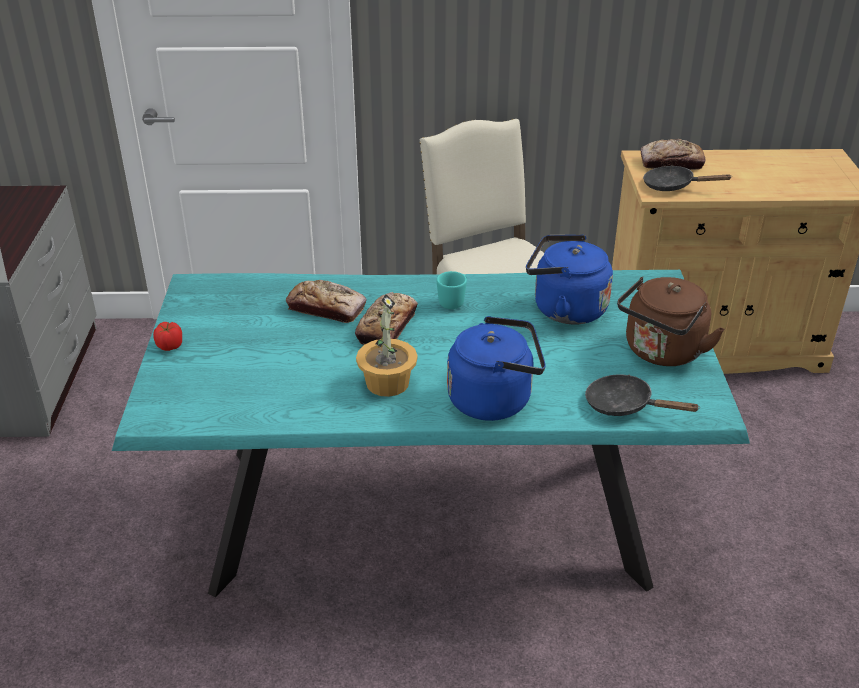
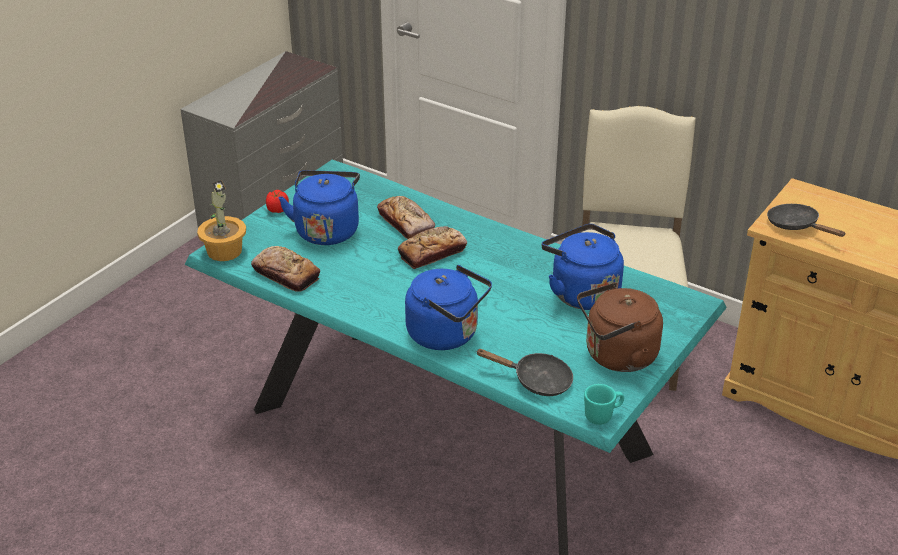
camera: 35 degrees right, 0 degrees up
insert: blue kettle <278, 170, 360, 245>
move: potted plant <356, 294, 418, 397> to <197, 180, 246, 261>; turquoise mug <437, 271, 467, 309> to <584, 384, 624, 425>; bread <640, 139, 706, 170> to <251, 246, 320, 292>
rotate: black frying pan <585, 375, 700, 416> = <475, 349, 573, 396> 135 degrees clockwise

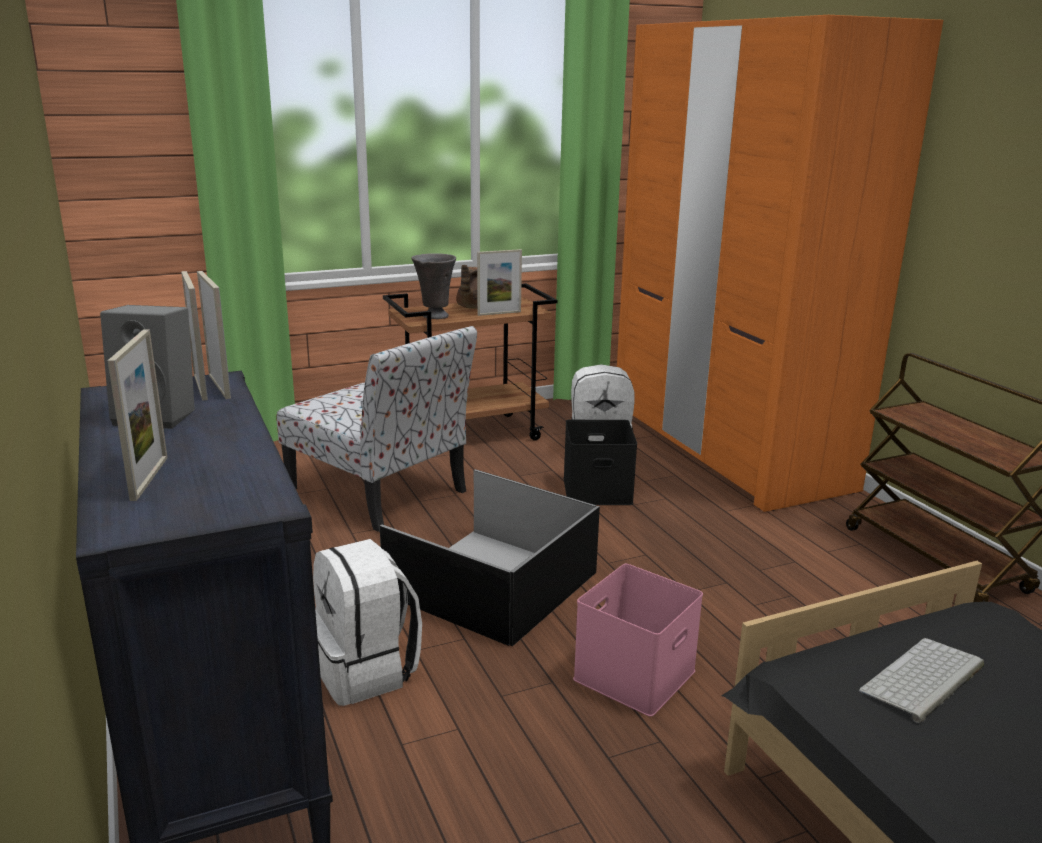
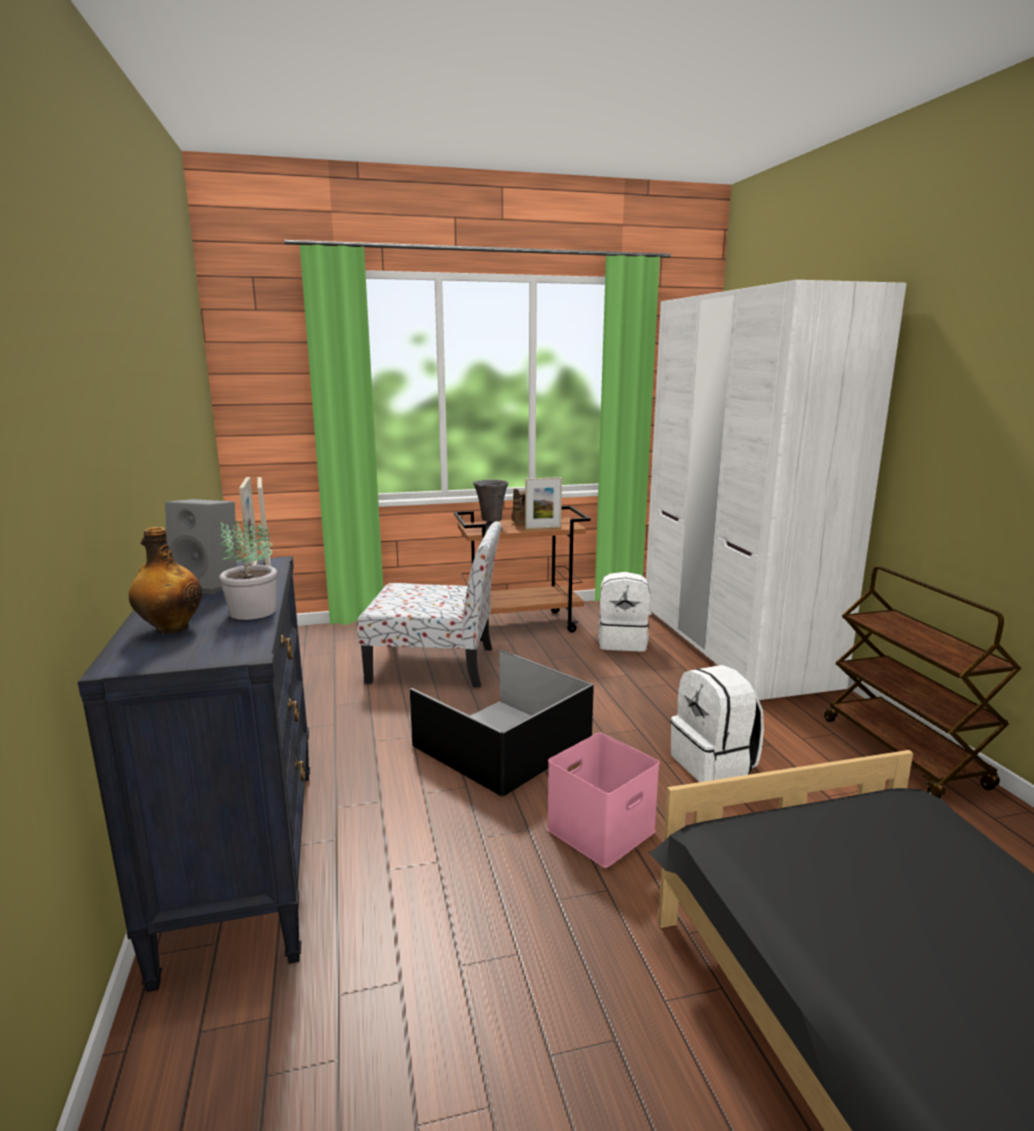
camera: 10 degrees right, 5 degrees down
delete: black storage box <563, 420, 637, 505>; keyboard <859, 638, 984, 723>
insert: potted plant <219, 519, 277, 620>
move: white backpack <313, 539, 422, 706> to <671, 665, 764, 782>
replace: picture frame <107, 330, 167, 501> to bottle <129, 527, 202, 634>
recolor: orange wardrobe <617, 15, 943, 512> to white wardrobe <646, 280, 907, 701>
rotate: chair <276, 326, 477, 532> = <357, 521, 501, 688> 45 degrees counterclockwise

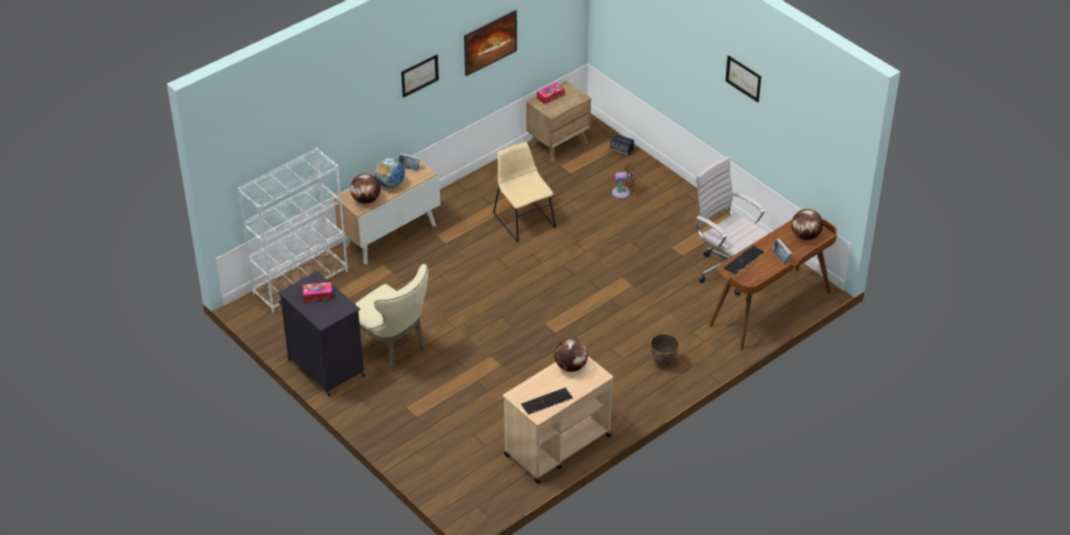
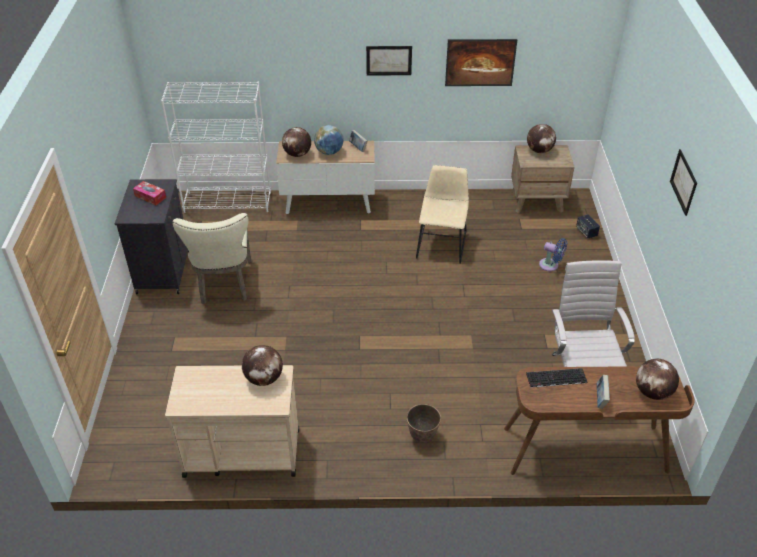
camera: 40 degrees right, 0 degrees up
delete: keyboard <521, 387, 573, 415>
replace: tissue box <537, 82, 565, 104> to globe <527, 124, 556, 153>
recolor: brown fan <612, 163, 635, 199> to blue fan <539, 238, 567, 271>

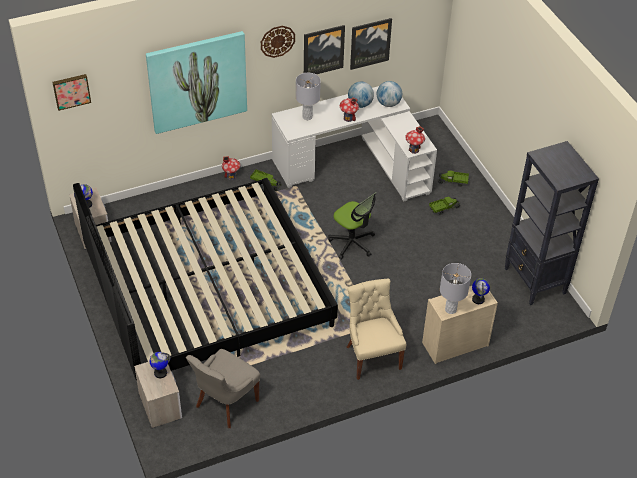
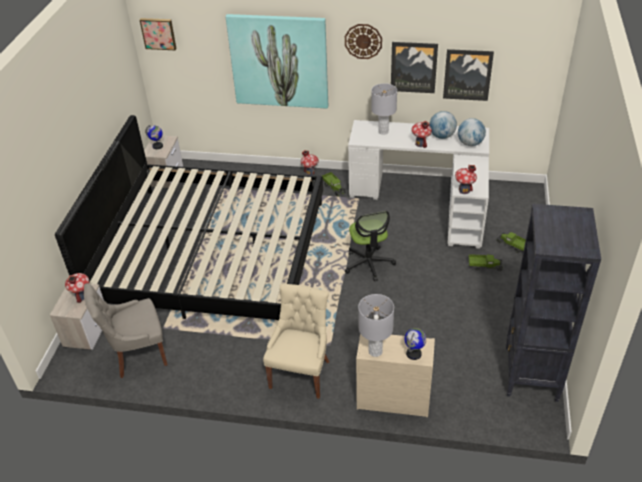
camera: 35 degrees right, 5 degrees down
replace: globe <150, 352, 170, 378> to toy house <65, 273, 89, 303>

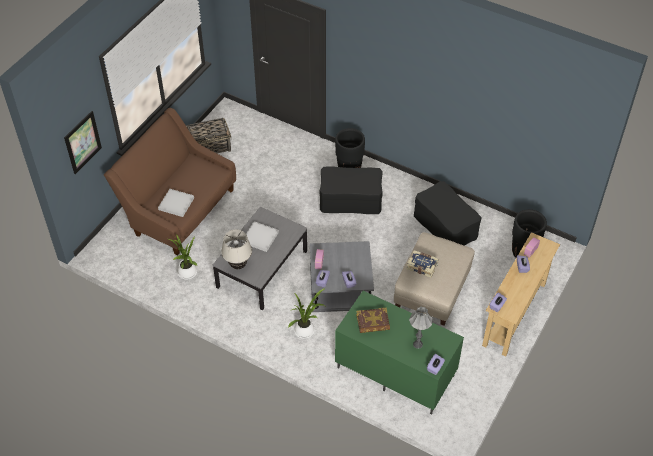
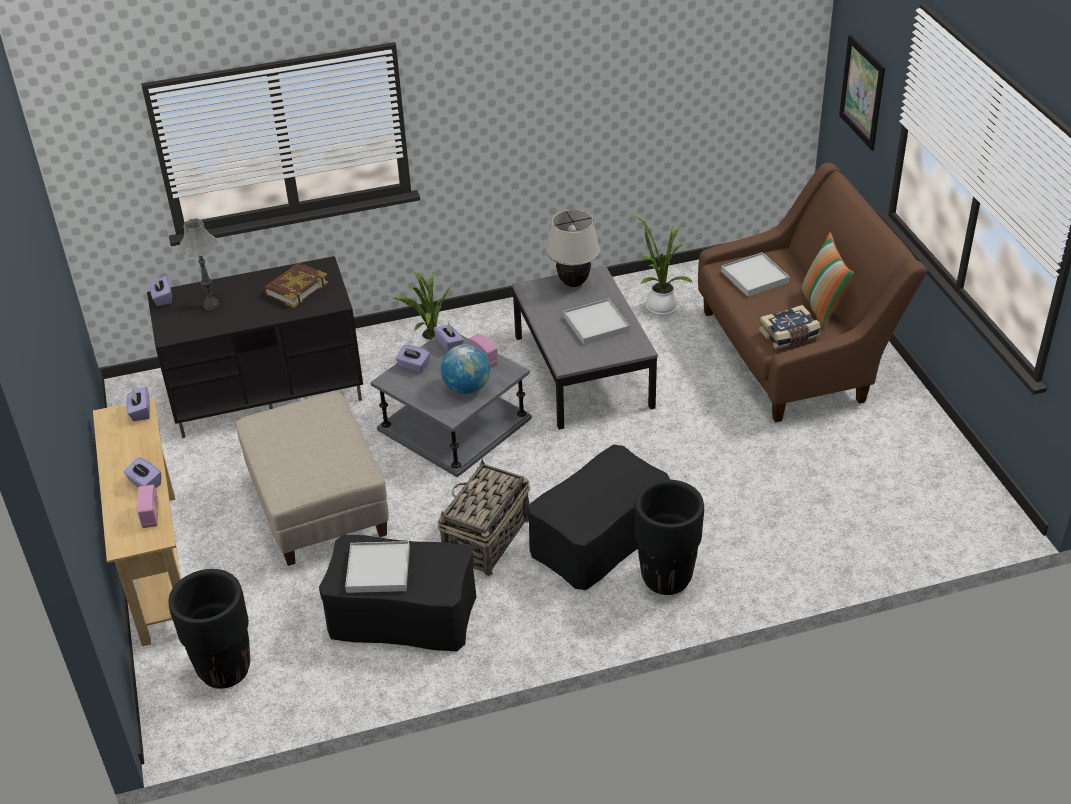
camera: 135 degrees right, 10 degrees down
insert: white tray <345, 541, 410, 593>; globe <441, 344, 490, 394>; pillow <801, 233, 854, 330>
move: basket <186, 118, 231, 153> to <438, 459, 530, 576>; book <406, 251, 439, 278> to <759, 305, 820, 349>
recolor: green tv stand <335, 291, 464, 415> to black tv stand <147, 256, 363, 438>

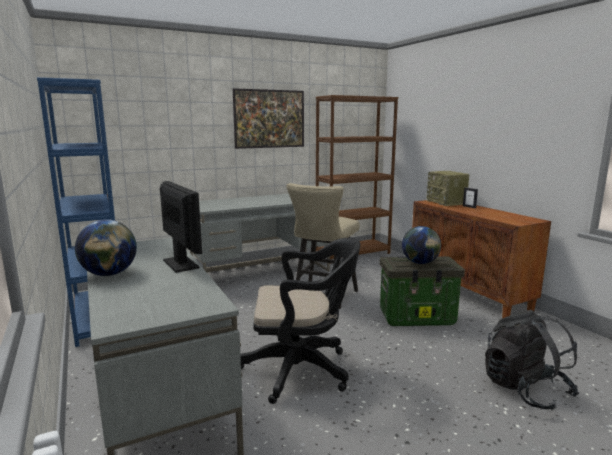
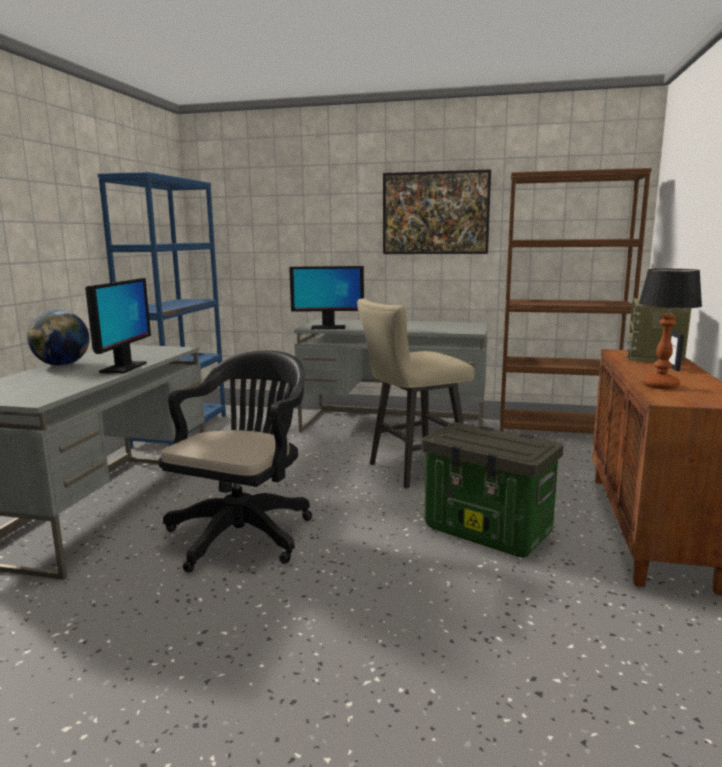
camera: 40 degrees right, 0 degrees up
delete: globe <402, 226, 441, 264>; black backpack <485, 310, 579, 410>
insert: monitor <289, 266, 364, 329>; table lamp <638, 269, 702, 389>
rotate: black office chair <240, 238, 360, 404> = <158, 350, 312, 573> 105 degrees counterclockwise

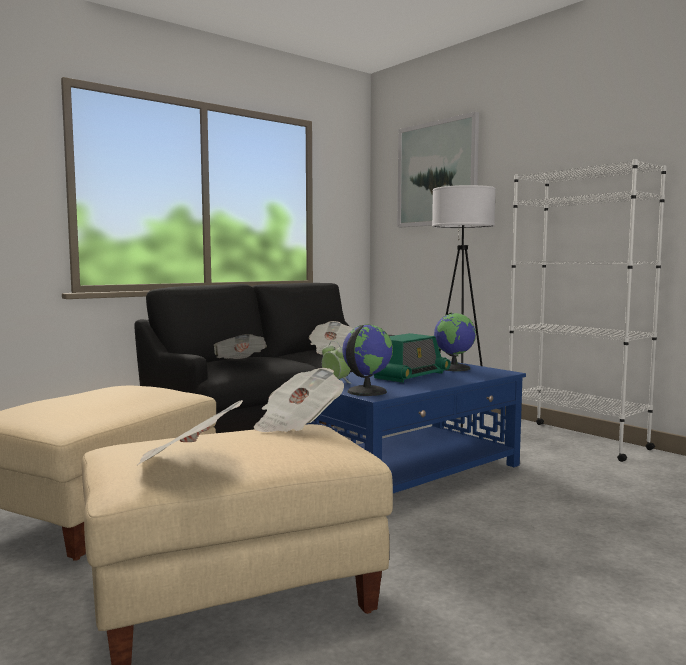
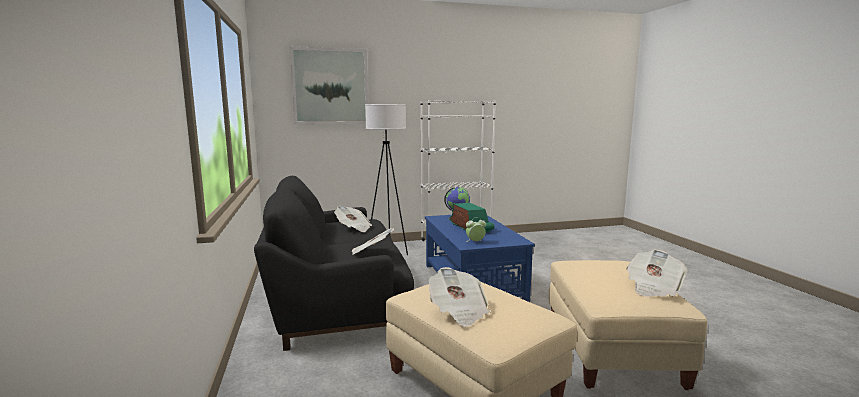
camera: 65 degrees left, 5 degrees up
delete: globe <342, 324, 393, 396>
move: newspaper <254, 368, 344, 432> to <428, 267, 490, 327>

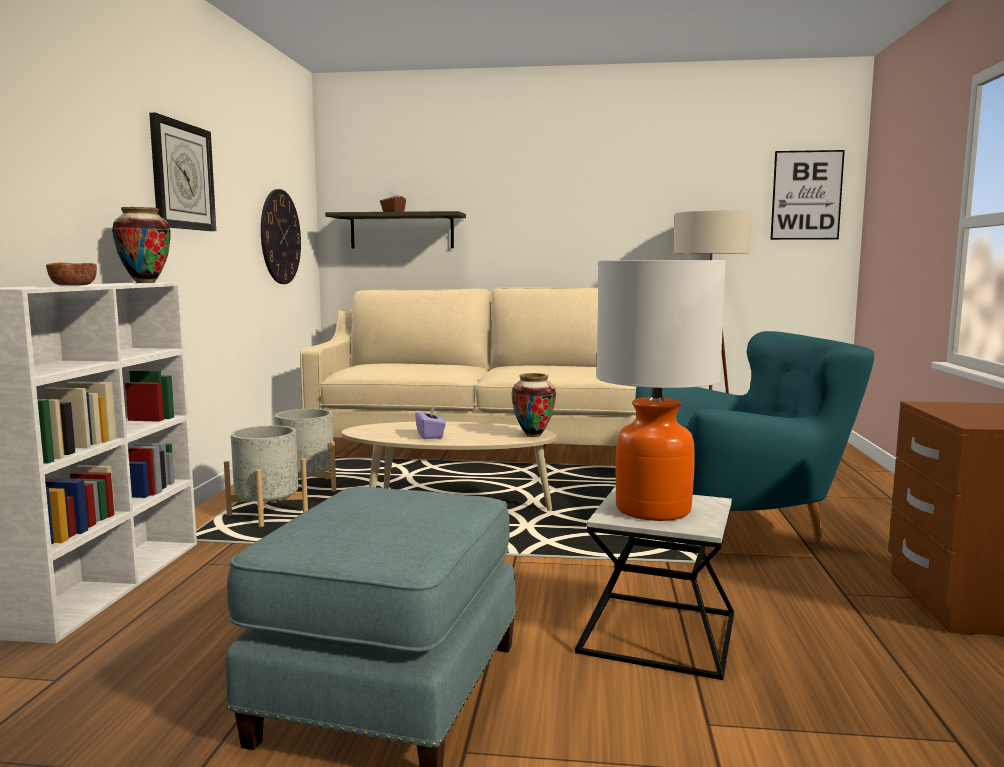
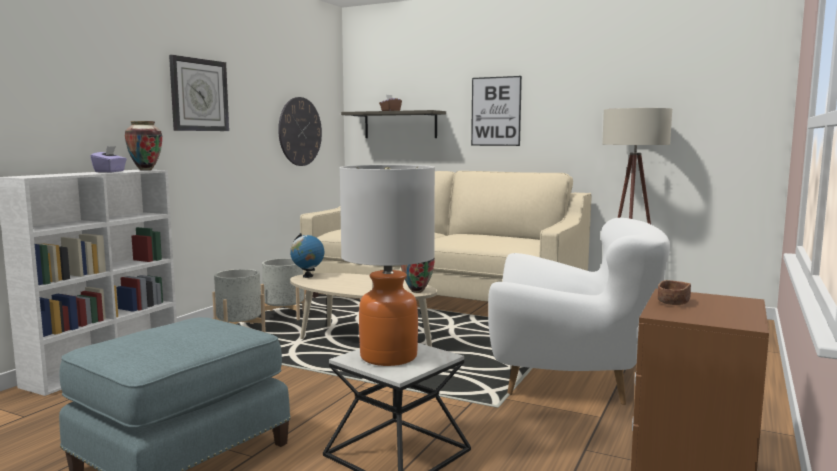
camera: 20 degrees right, 0 degrees up
insert: globe <290, 233, 324, 278>
move: brown bowl <46, 263, 97, 286> to <658, 280, 691, 305>; purple tissue box <415, 405, 446, 439> to <90, 146, 127, 172>; picture <770, 150, 845, 240> to <471, 76, 522, 146>
recolor: turquoise armchair <636, 331, 874, 546> to white armchair <488, 218, 670, 405>

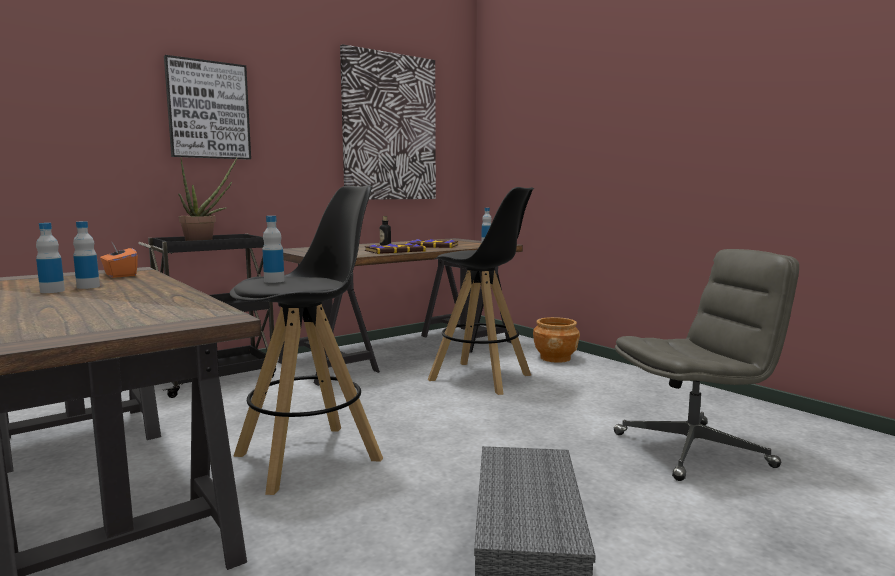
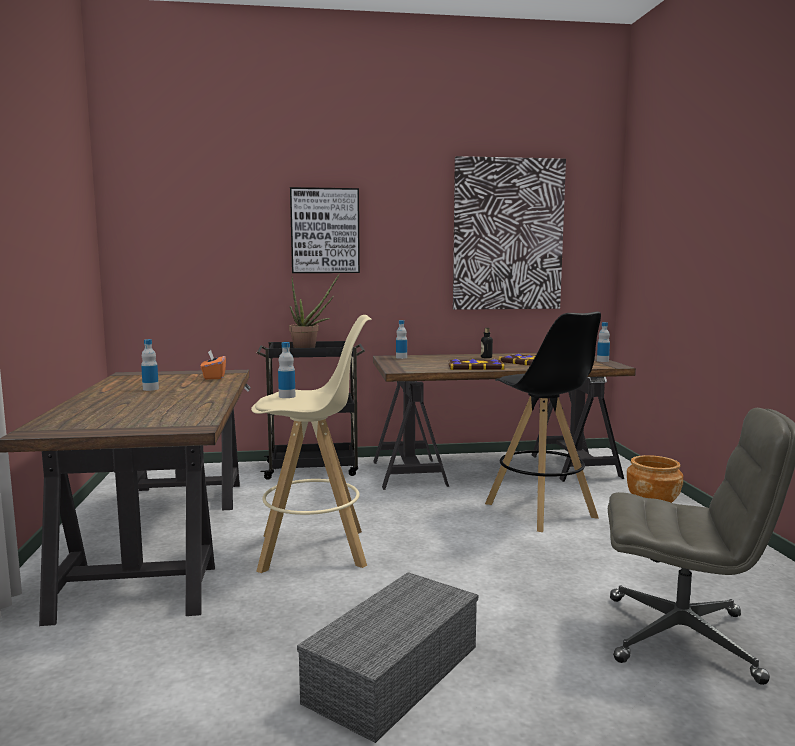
camera: 30 degrees right, 0 degrees up
move: bottle <73, 221, 100, 289> to <396, 320, 407, 359>
recolor: black stool <230, 185, 383, 495> to beige stool <251, 315, 372, 573>

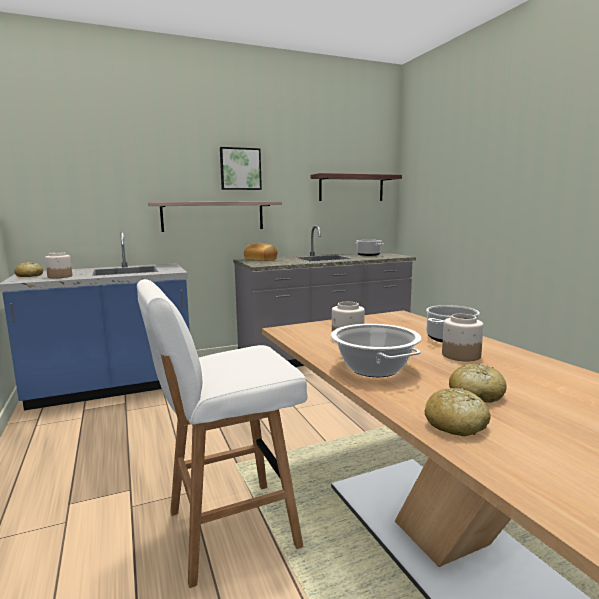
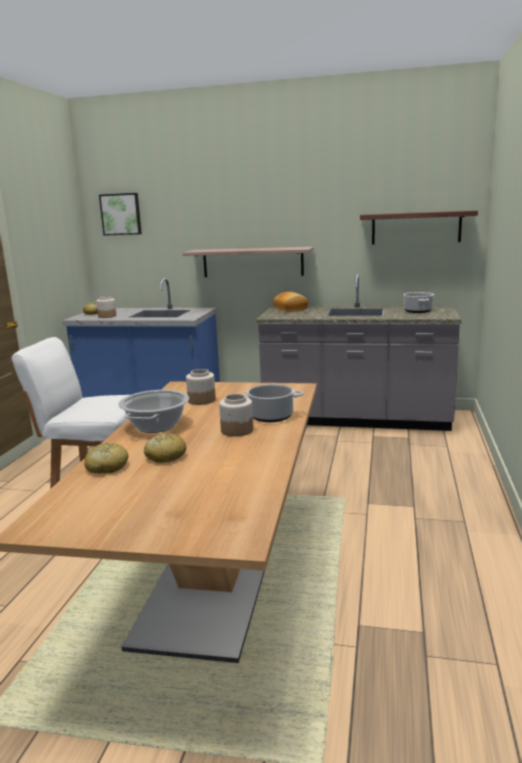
camera: 35 degrees right, 5 degrees up
move: picture <220, 147, 262, 190> to <99, 193, 142, 236>

